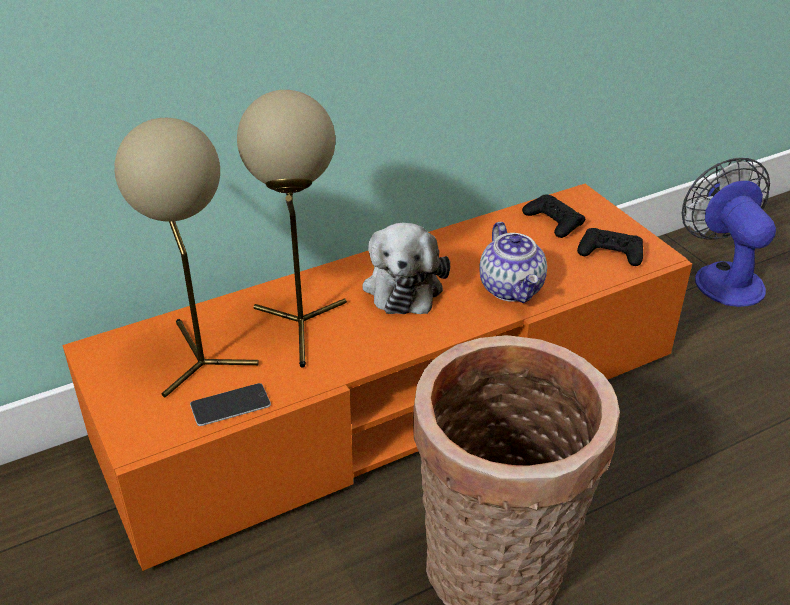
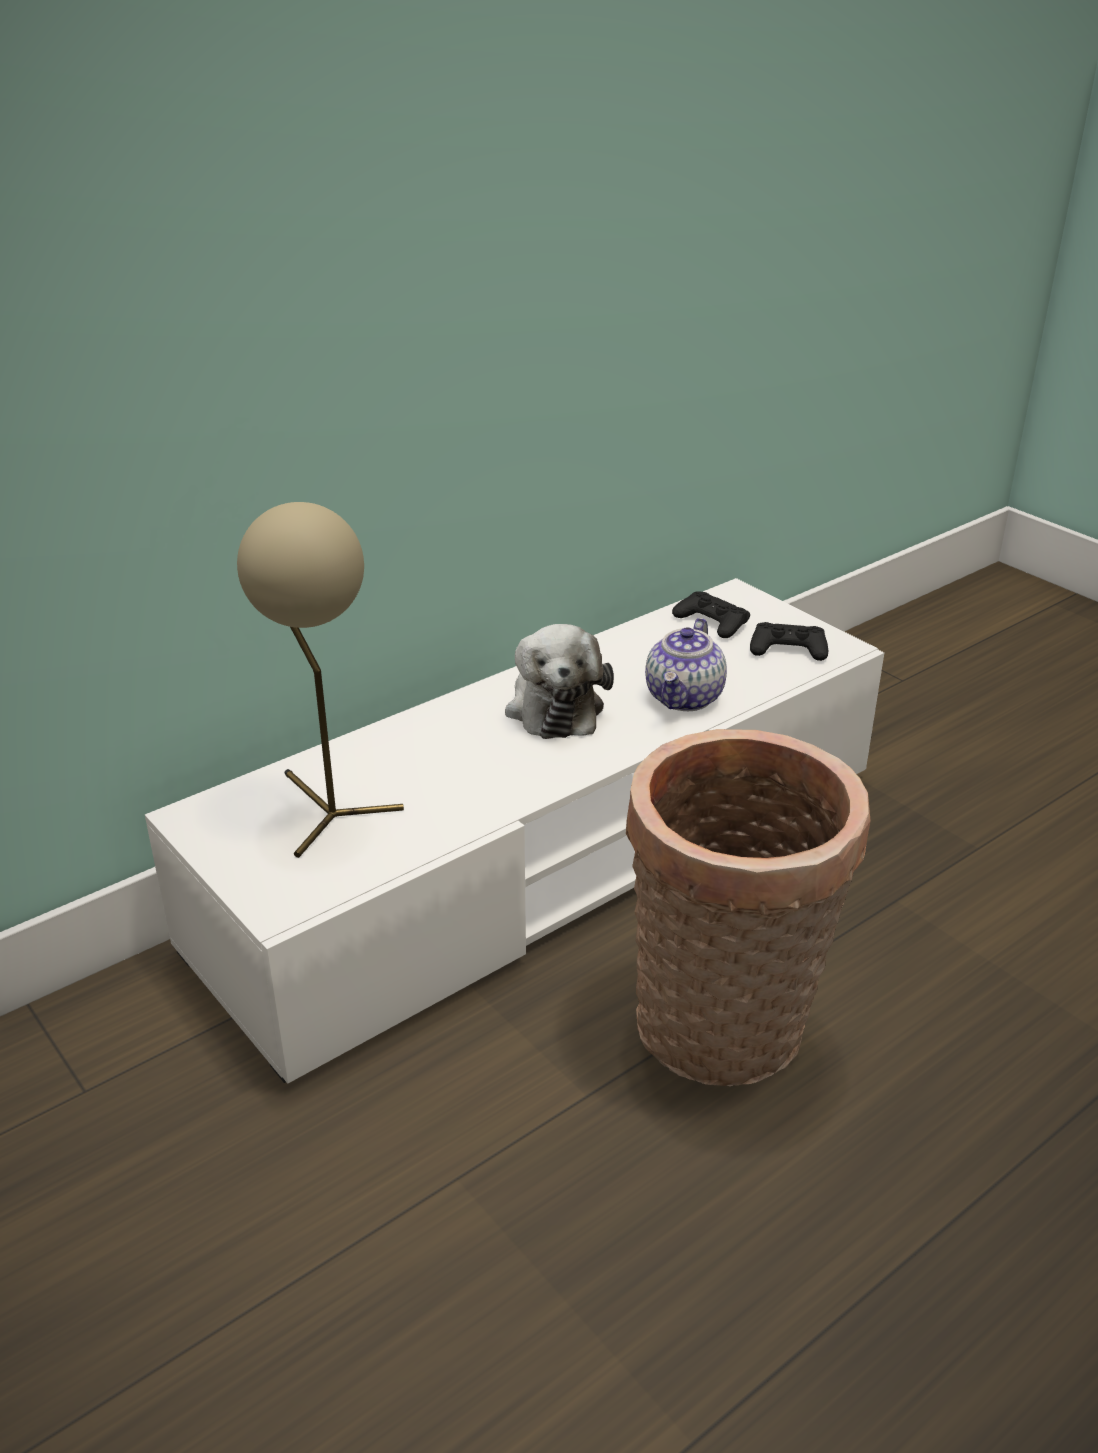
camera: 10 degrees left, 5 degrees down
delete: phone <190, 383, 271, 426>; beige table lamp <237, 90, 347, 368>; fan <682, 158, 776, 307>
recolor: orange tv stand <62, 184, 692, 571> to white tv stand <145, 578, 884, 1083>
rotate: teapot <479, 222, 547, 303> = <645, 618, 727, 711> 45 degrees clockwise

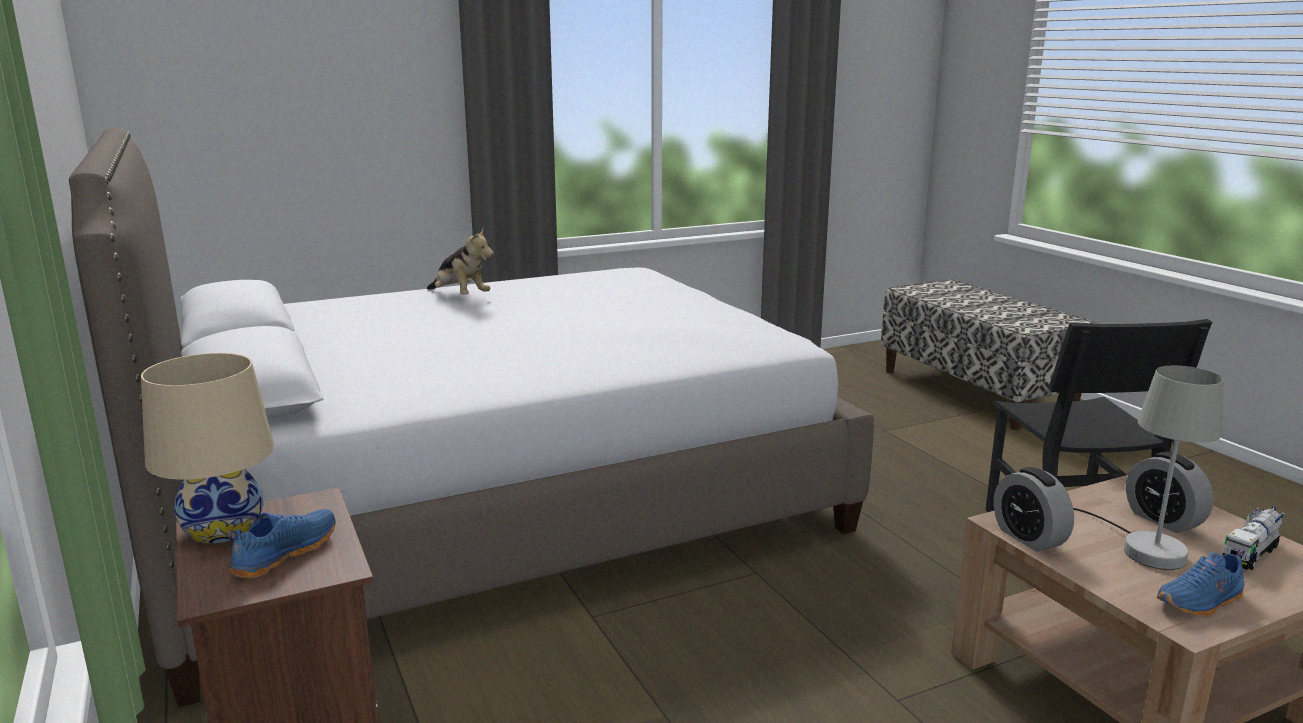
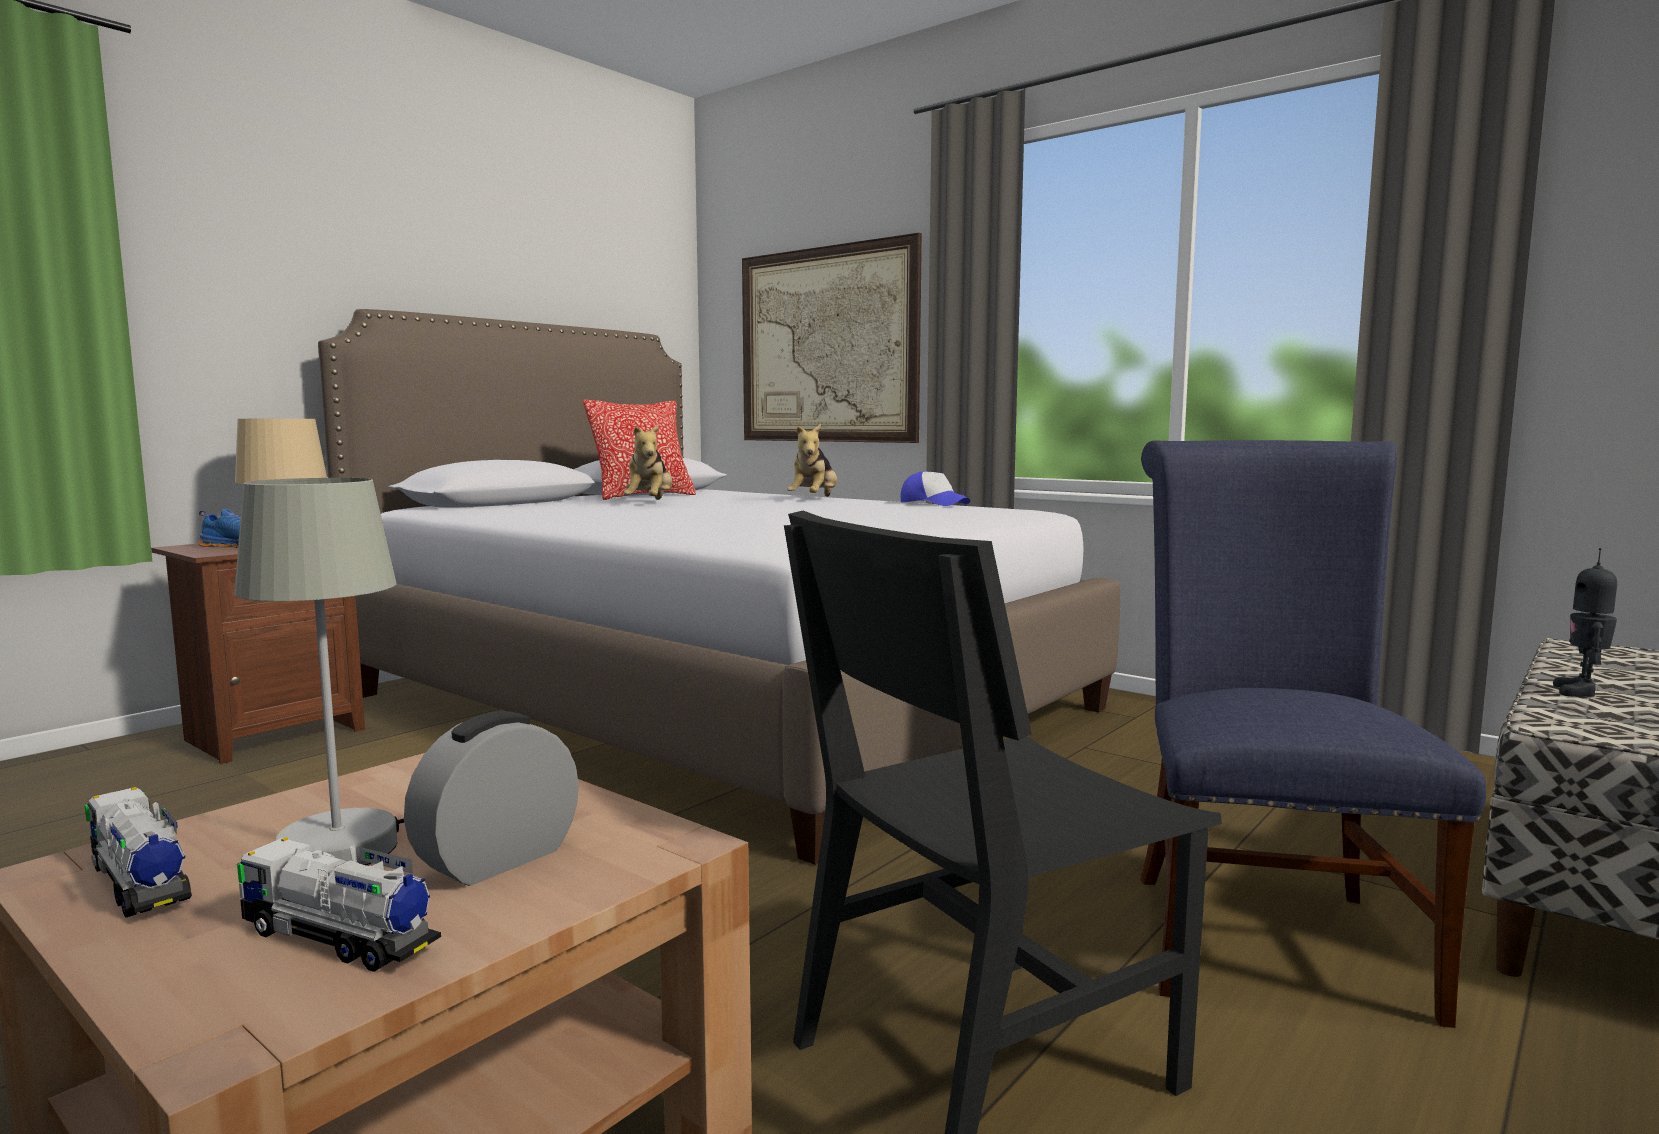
camera: 65 degrees right, 10 degrees down
delete: alarm clock <994, 467, 1074, 552>
insert: pillow <583, 399, 696, 500>; plush toy <624, 424, 672, 500>; picture <742, 233, 922, 443>; cap <900, 472, 970, 506>; blue chair <1140, 440, 1486, 1028>; toy robot <1553, 548, 1617, 697>
replace: blue shoe <1157, 549, 1245, 617> to toy truck <85, 787, 192, 918>

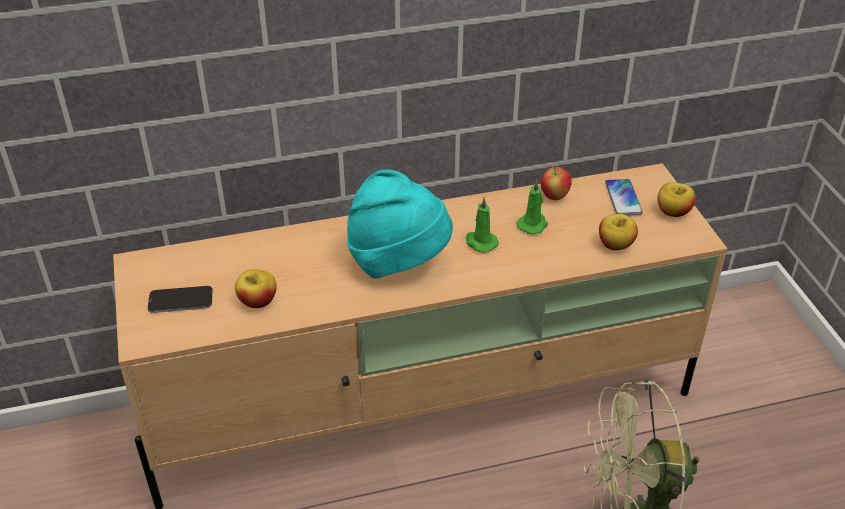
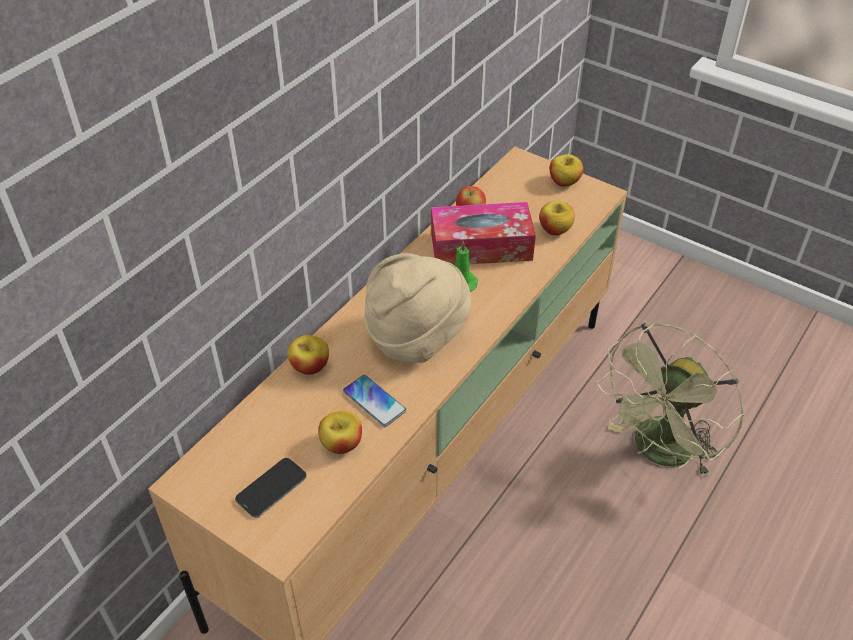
camera: 40 degrees left, 5 degrees up
insert: apple <287, 335, 329, 374>
move: phone <605, 179, 643, 215> to <343, 375, 406, 427>
replace: green candle <516, 180, 548, 235> to tissue box <431, 202, 536, 265>
recolor: turquoise hat <347, 169, 453, 279> to beige hat <364, 253, 471, 363>

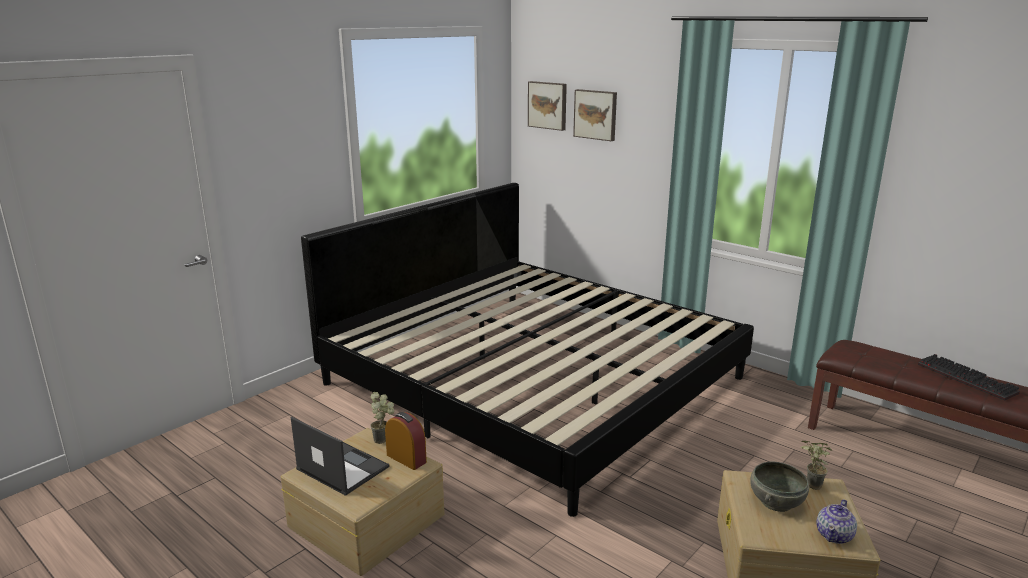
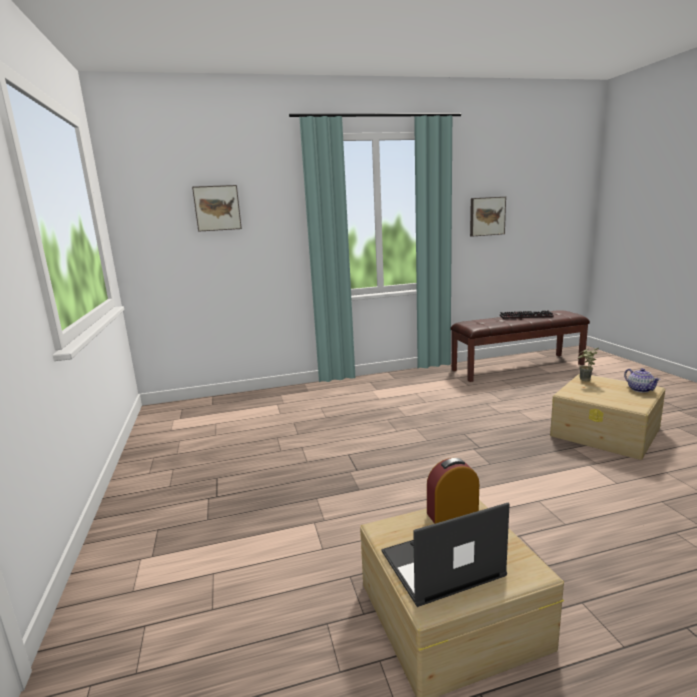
camera: 55 degrees left, 5 degrees down
delete: bed <301, 183, 754, 517>; potted plant <370, 392, 395, 444>; grey bowl <750, 462, 809, 512>
move: picture <528, 81, 567, 131> to <470, 197, 506, 236>

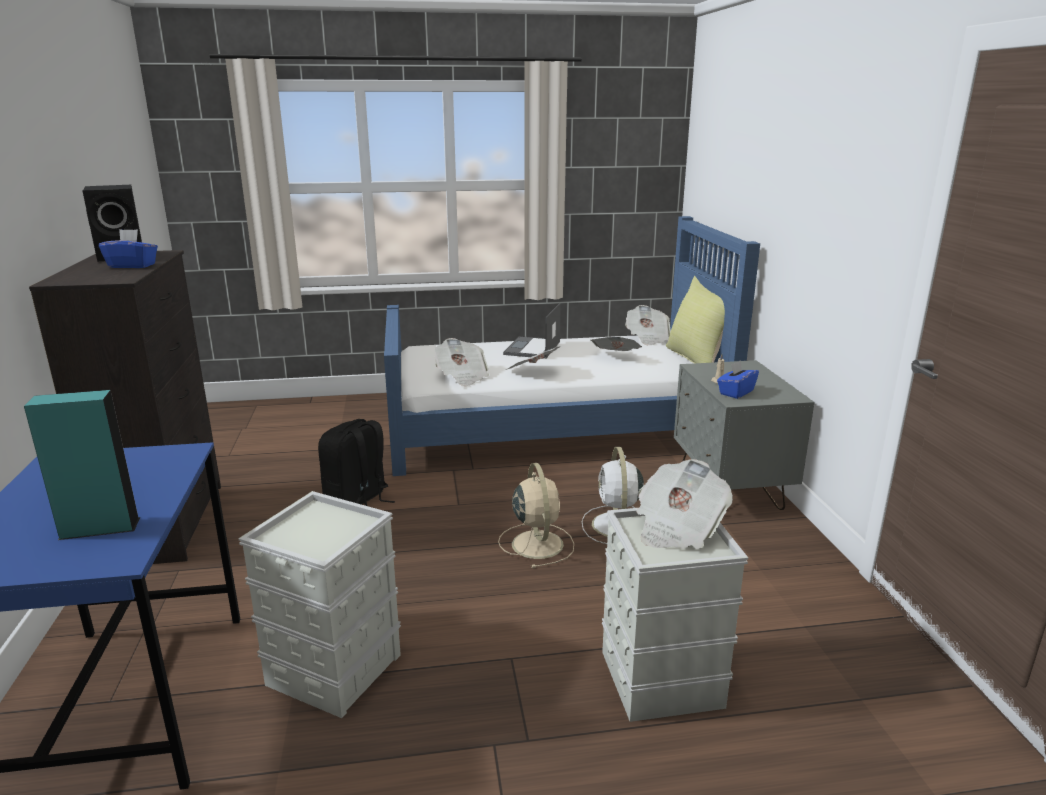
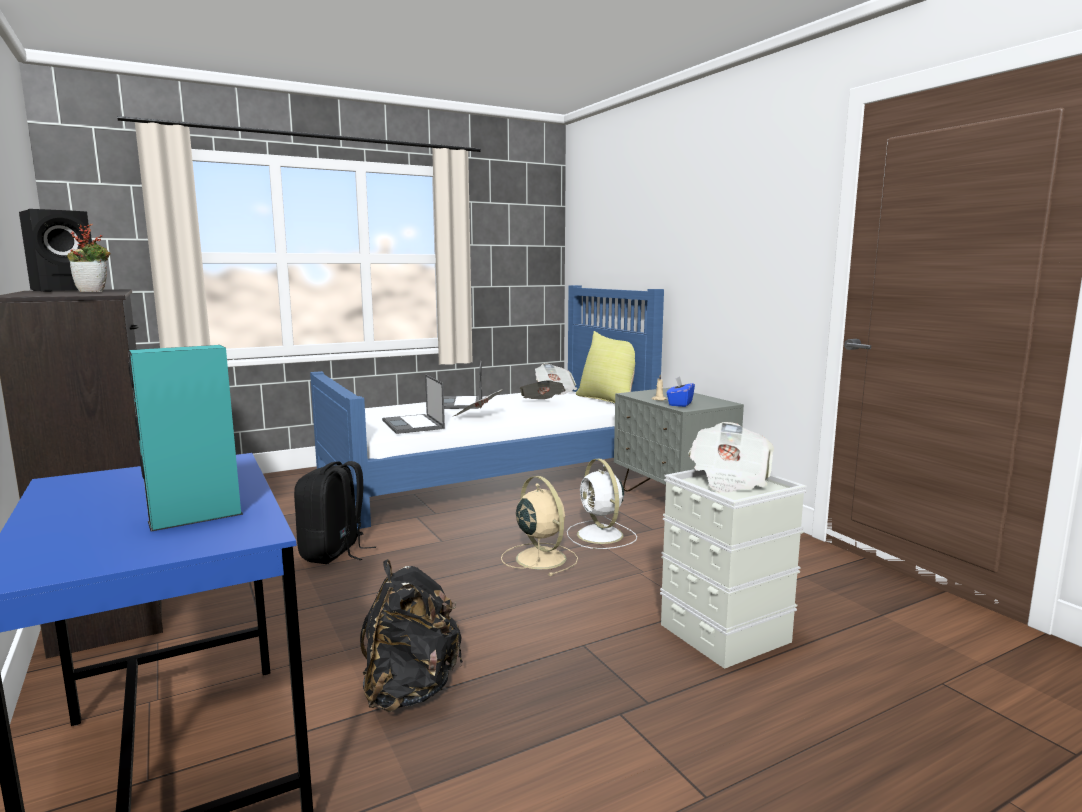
camera: 20 degrees left, 10 degrees down
replace: blue tissue box <99, 229, 158, 268> to potted plant <67, 224, 110, 292>; grey storage box <238, 491, 401, 718> to black backpack <360, 559, 463, 712>; newspaper <435, 338, 489, 386> to laptop <382, 374, 445, 434>

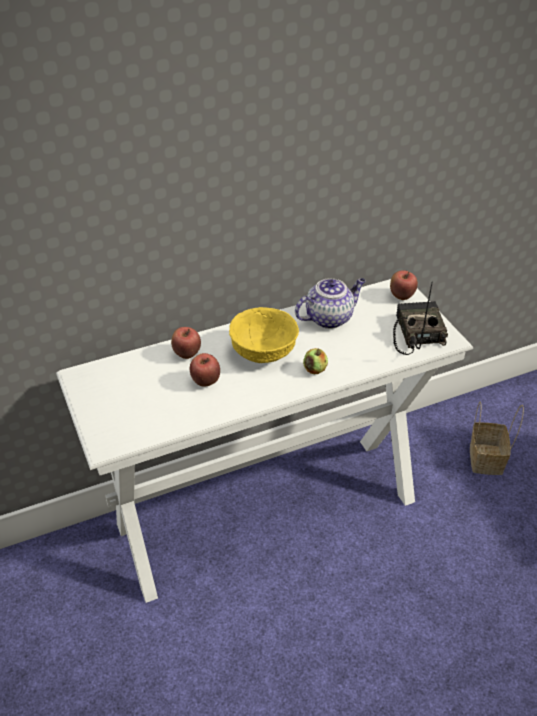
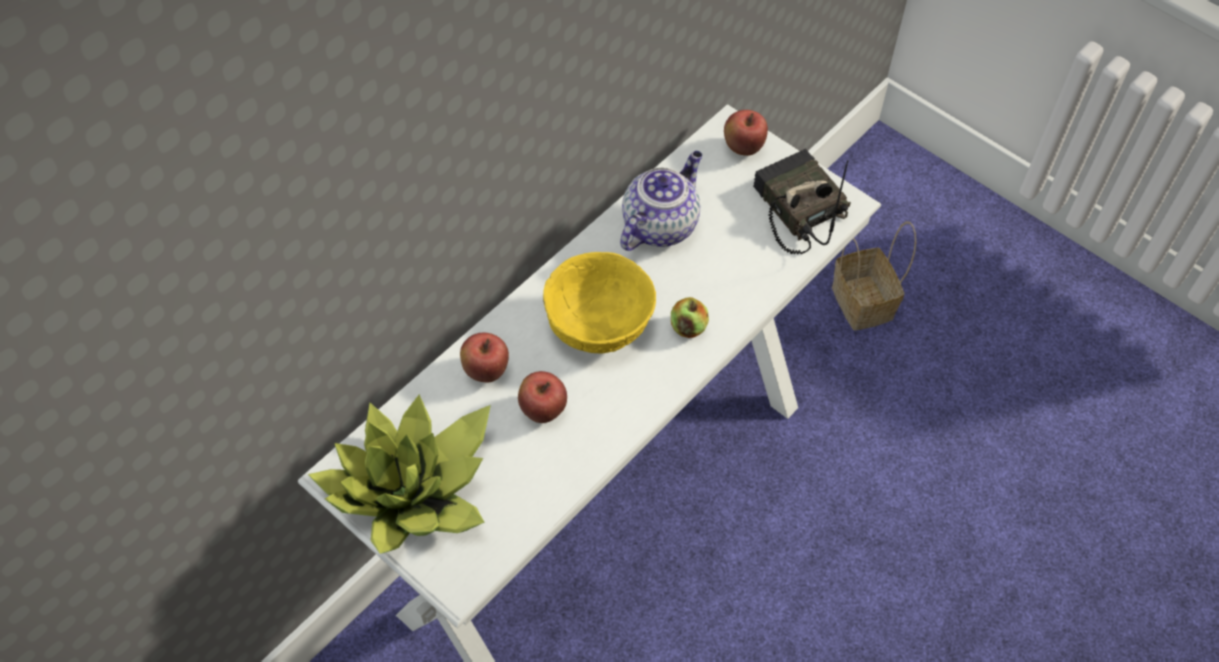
camera: 25 degrees left, 15 degrees up
insert: potted plant <308, 394, 491, 554>

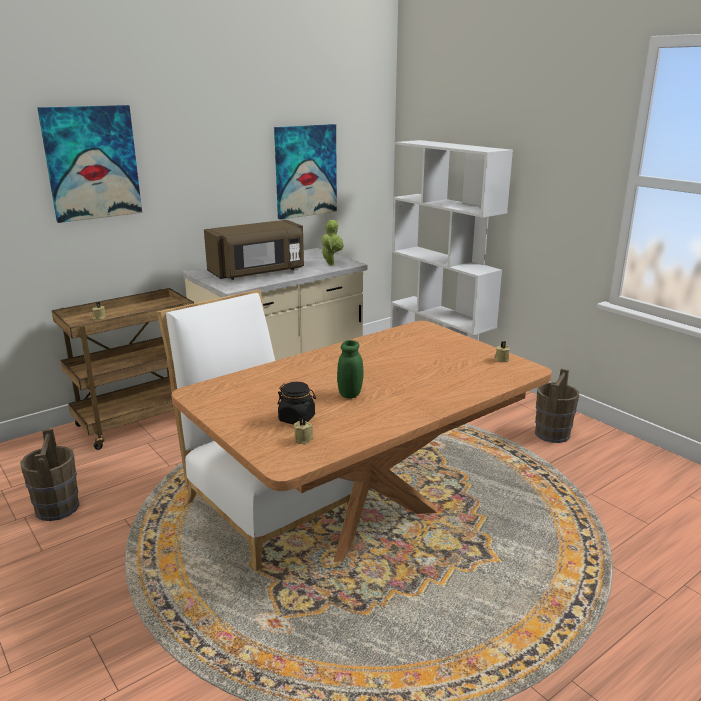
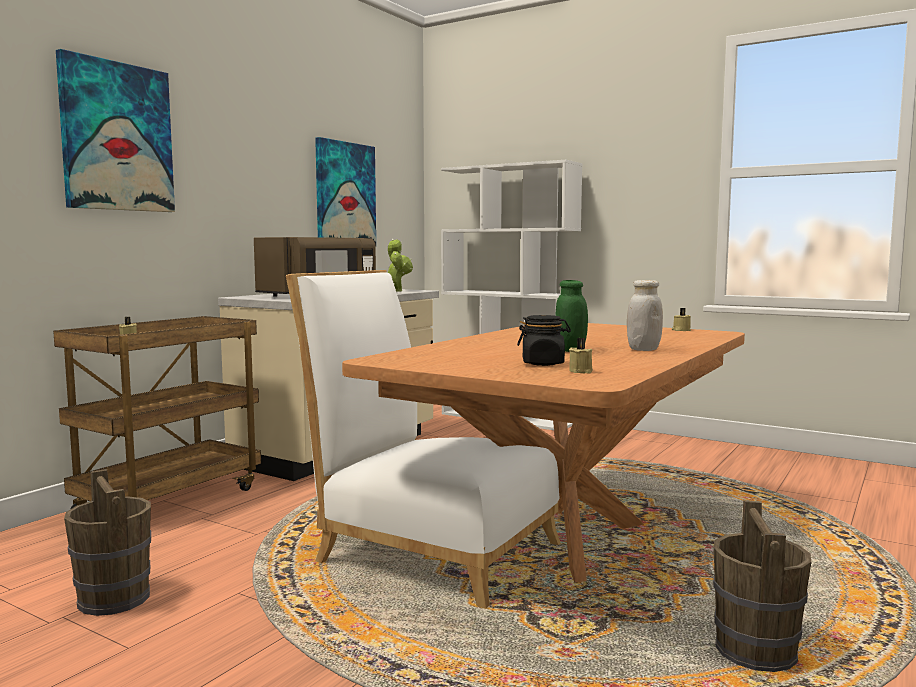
camera: 20 degrees left, 15 degrees down
insert: white jar <627, 280, 663, 351>
move: brown bucket <535, 369, 579, 443> to <713, 500, 812, 672>

